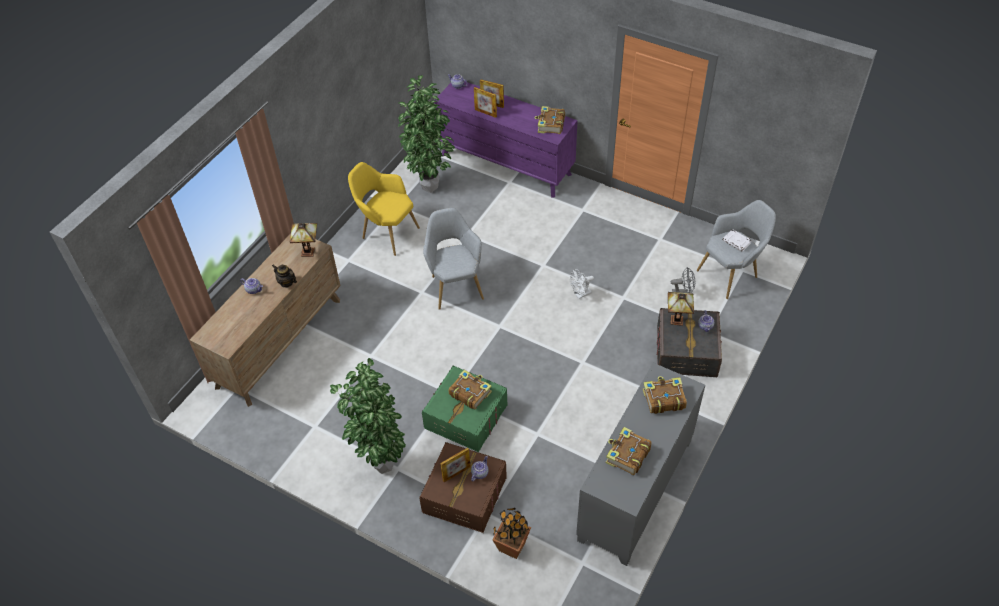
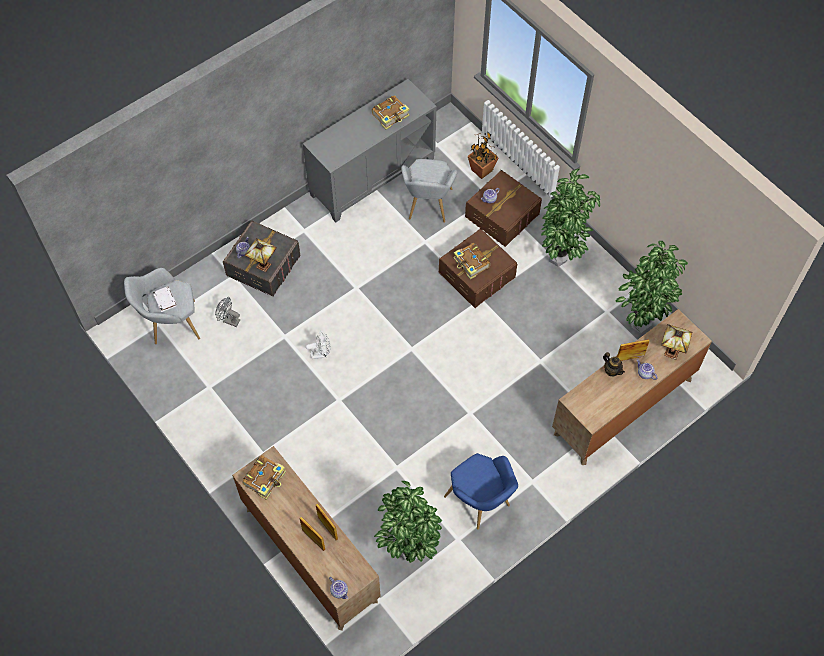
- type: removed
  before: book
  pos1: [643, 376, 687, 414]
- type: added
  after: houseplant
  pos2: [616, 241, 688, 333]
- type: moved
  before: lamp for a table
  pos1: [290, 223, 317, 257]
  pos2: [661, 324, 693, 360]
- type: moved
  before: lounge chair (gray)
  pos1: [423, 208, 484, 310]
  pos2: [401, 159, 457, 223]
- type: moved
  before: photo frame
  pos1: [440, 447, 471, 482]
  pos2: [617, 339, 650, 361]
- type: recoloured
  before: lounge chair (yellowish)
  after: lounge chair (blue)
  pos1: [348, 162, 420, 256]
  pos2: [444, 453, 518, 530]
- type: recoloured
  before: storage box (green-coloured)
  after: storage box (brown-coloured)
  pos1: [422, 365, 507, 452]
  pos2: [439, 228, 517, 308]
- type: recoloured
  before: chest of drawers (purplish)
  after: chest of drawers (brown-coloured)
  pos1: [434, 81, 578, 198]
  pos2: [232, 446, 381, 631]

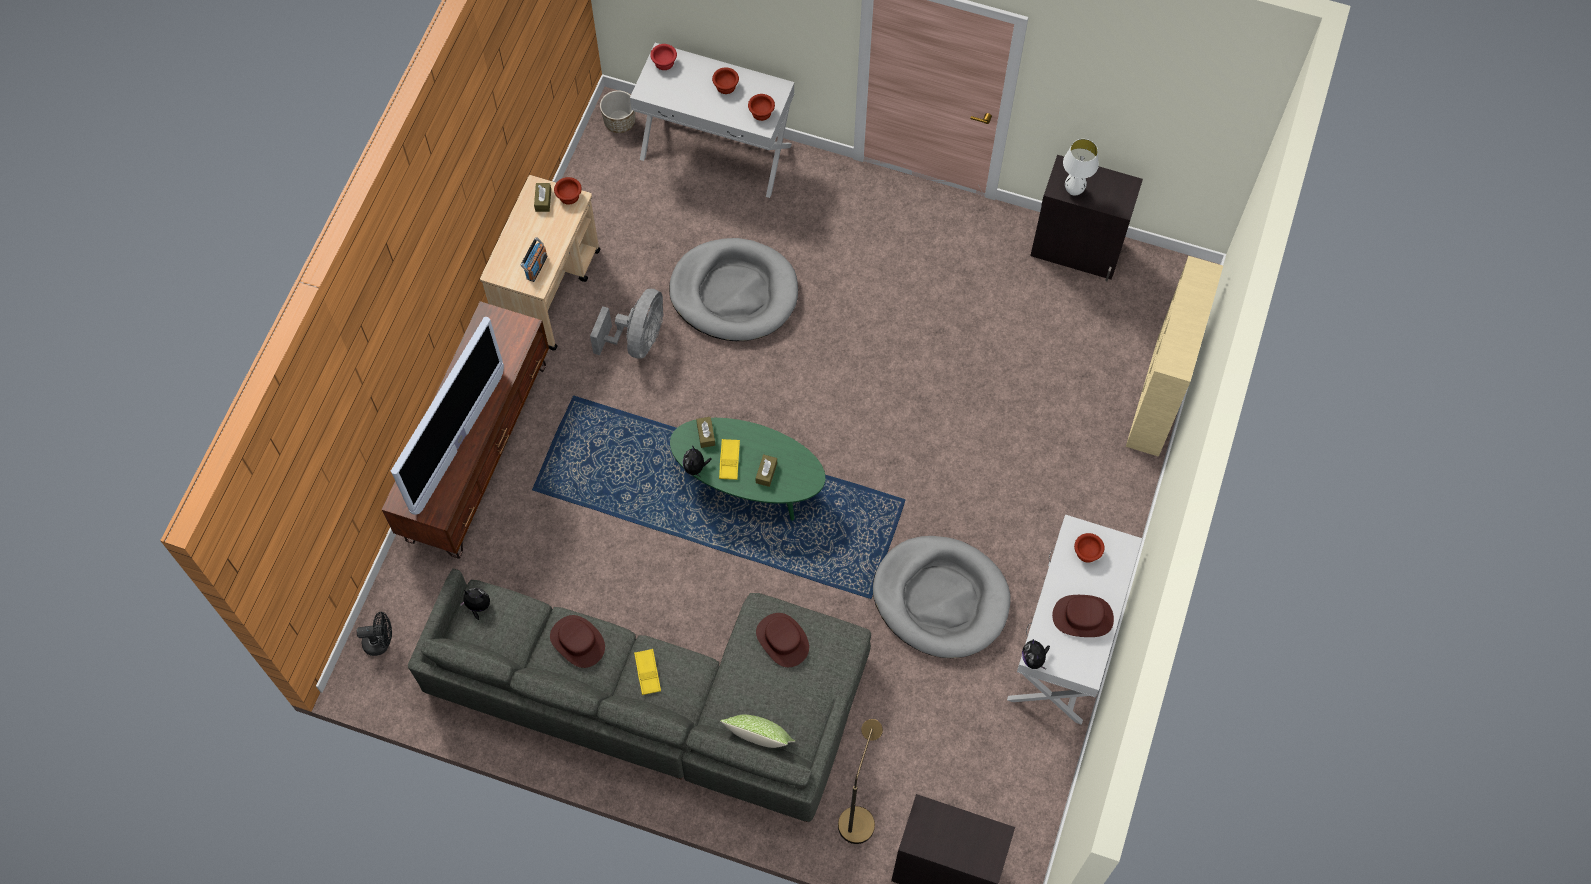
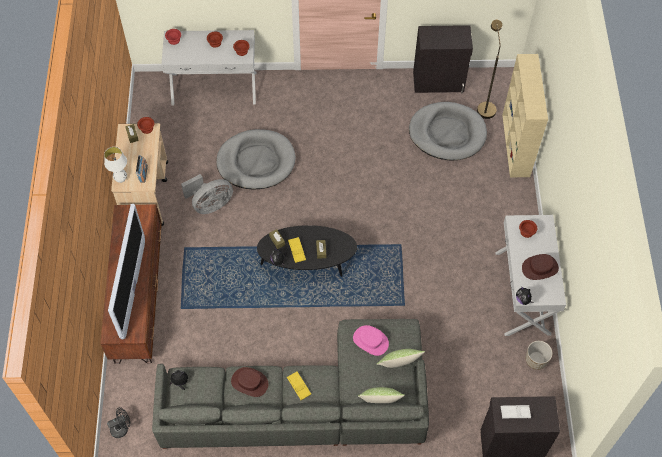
- type: added
  after: pillow
  pos2: [377, 349, 425, 368]
- type: added
  after: serving tray (white)
  pos2: [501, 405, 531, 419]
- type: moved
  before: plant pot
  pos1: [600, 90, 635, 133]
  pos2: [526, 341, 553, 370]
- type: moved
  before: floor lamp (brown-coloured)
  pos1: [838, 719, 883, 844]
  pos2: [477, 20, 502, 119]
- type: moved
  before: pet bed (gray)
  pos1: [873, 536, 1011, 658]
  pos2: [409, 102, 487, 160]
- type: moved
  before: lamp for a table (white)
  pos1: [1063, 139, 1099, 195]
  pos2: [104, 147, 127, 183]
- type: recoloured
  before: coffee table (green-coloured)
  after: coffee table (black-coloured)
  pos1: [670, 418, 825, 521]
  pos2: [257, 225, 357, 277]
- type: recoloured
  before: hat (brown-coloured)
  after: hat (pinkish)
  pos1: [756, 613, 809, 667]
  pos2: [353, 325, 389, 356]
- type: turned
  before: electric fan (gray)
  pos1: [590, 289, 663, 359]
  pos2: [181, 174, 233, 214]
  turn: 60

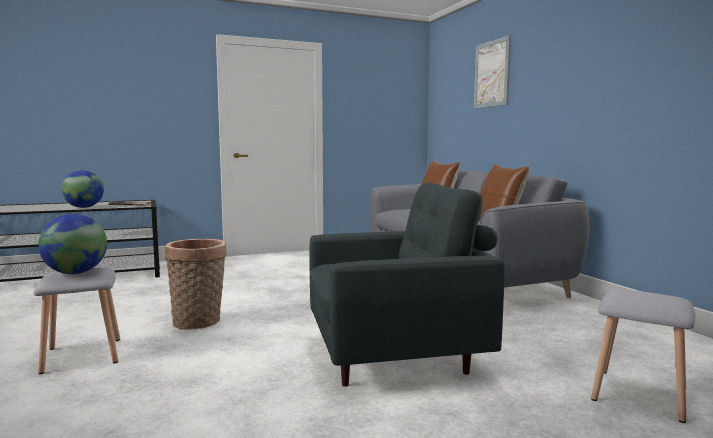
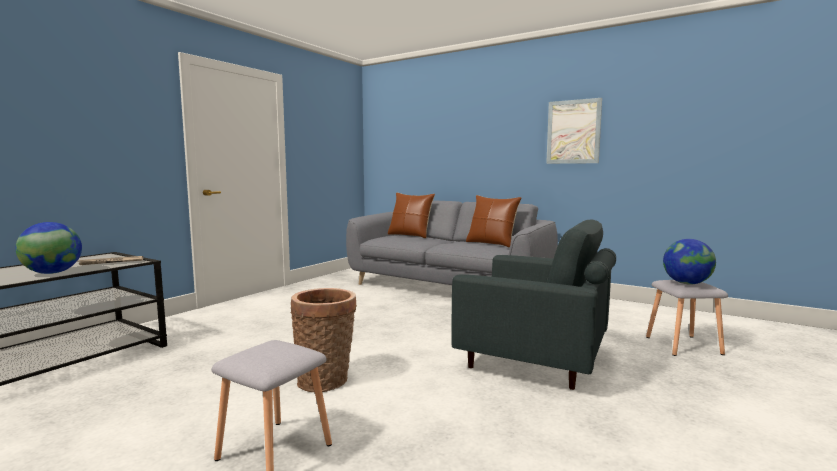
- type: moved
  before: desk globe
  pos1: [38, 214, 107, 274]
  pos2: [663, 239, 716, 284]
- type: moved
  before: wall art
  pos1: [474, 35, 511, 109]
  pos2: [546, 98, 602, 164]
- type: turned
  before: lounge chair (gray)
  pos1: [309, 183, 505, 387]
  pos2: [451, 220, 616, 390]
  turn: 75

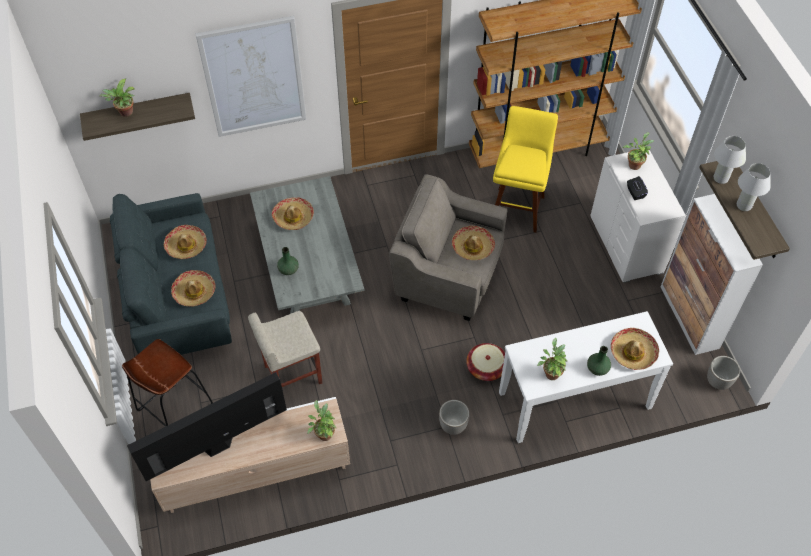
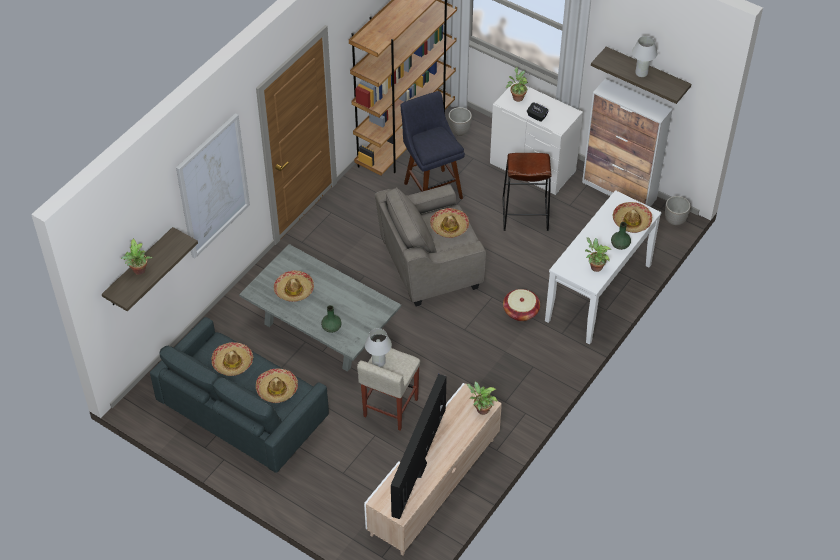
- type: moved
  before: sitting stool (brown-coloured)
  pos1: [122, 339, 213, 427]
  pos2: [503, 153, 551, 231]
- type: moved
  before: plant pot
  pos1: [439, 400, 470, 435]
  pos2: [448, 107, 472, 136]
- type: moved
  before: lamp for a table (white)
  pos1: [714, 136, 746, 184]
  pos2: [365, 328, 392, 367]
- type: recoloured
  before: sitting stool (yellowish)
  after: sitting stool (blue)
  pos1: [493, 106, 558, 233]
  pos2: [400, 91, 465, 199]

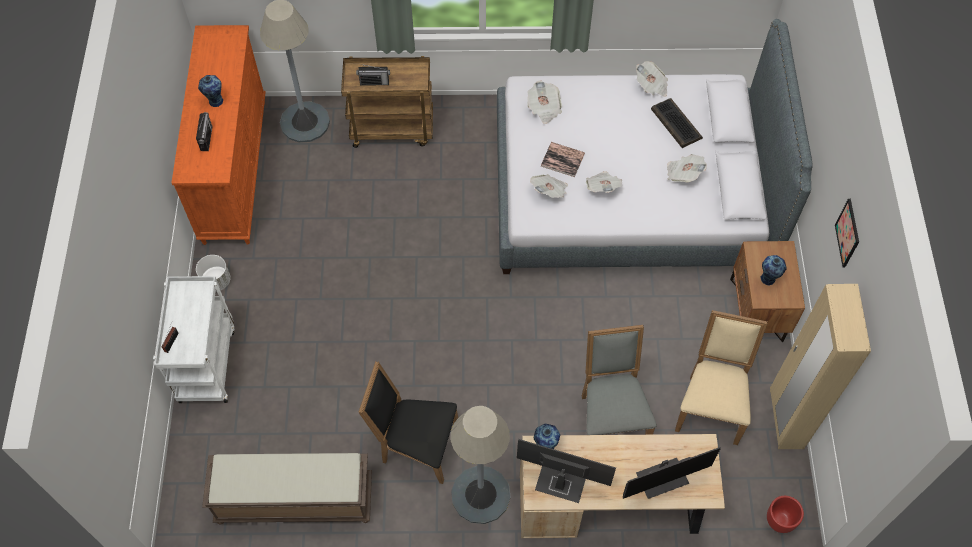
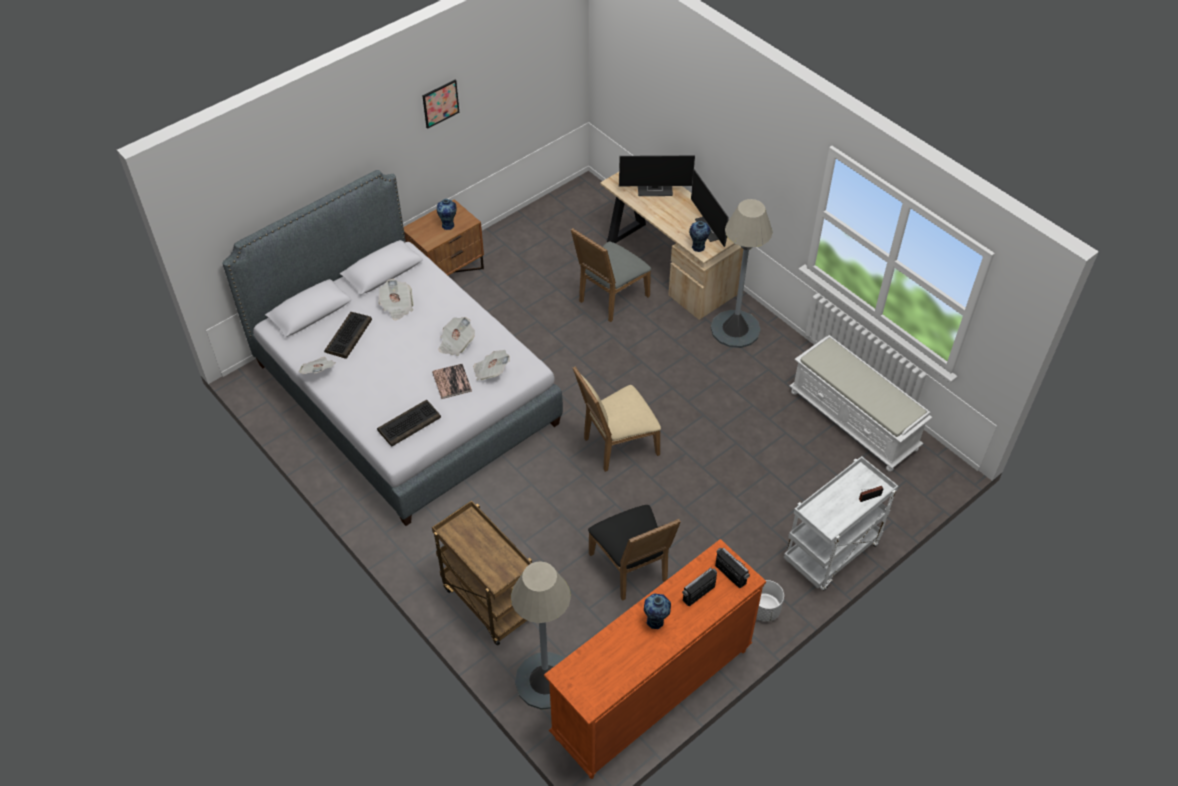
- type: removed
  before: plant pot (red)
  pos1: [767, 496, 804, 533]
- type: removed
  before: clothes cupboard (sand-coloured)
  pos1: [770, 284, 871, 449]
- type: moved
  before: radio receiver
  pos1: [356, 64, 390, 85]
  pos2: [715, 547, 750, 588]
- type: moved
  before: chair (black-coloured)
  pos1: [359, 361, 458, 484]
  pos2: [588, 505, 681, 601]
- type: moved
  before: chair (sand-coloured)
  pos1: [675, 310, 768, 445]
  pos2: [573, 366, 661, 472]
- type: replaced
  before: printed paper
  after: keyboard
  pos1: [527, 80, 562, 124]
  pos2: [377, 400, 441, 447]
- type: recoloured
  before: long seat (brown-coloured)
  after: long seat (white)
  pos1: [202, 453, 372, 524]
  pos2: [790, 335, 932, 472]
- type: turned
  before: computer screen
  pos1: [623, 447, 721, 499]
  pos2: [619, 155, 695, 196]
  turn: 150

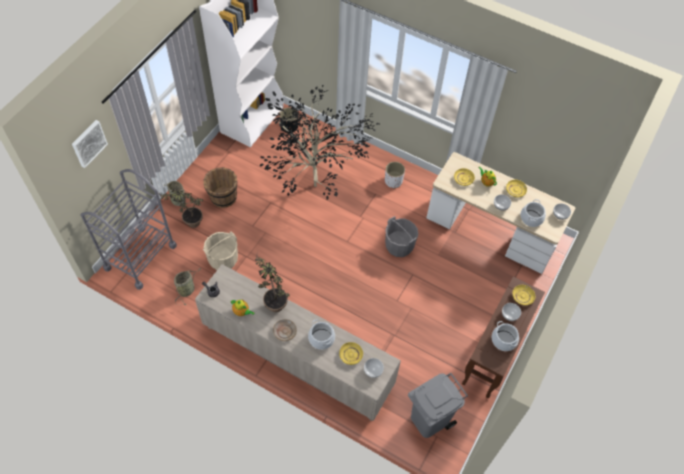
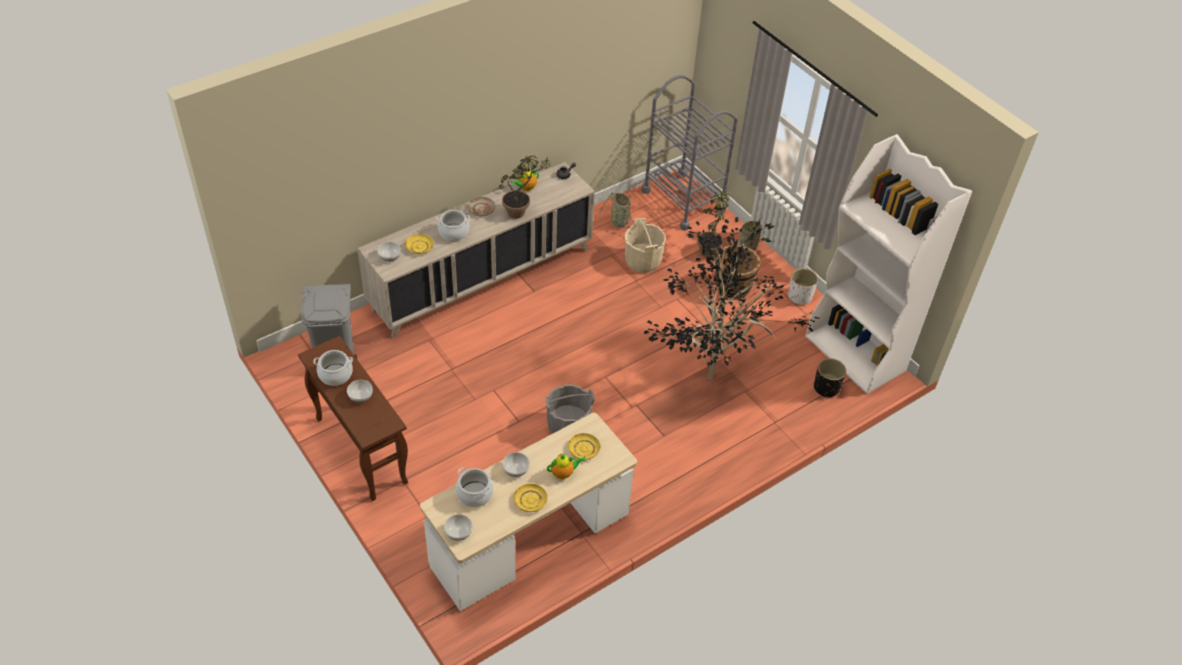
- type: removed
  before: wall art
  pos1: [72, 120, 108, 168]
- type: removed
  before: plate (yellowish)
  pos1: [512, 285, 535, 305]
- type: moved
  before: plant pot (white)
  pos1: [385, 162, 405, 188]
  pos2: [788, 268, 818, 305]

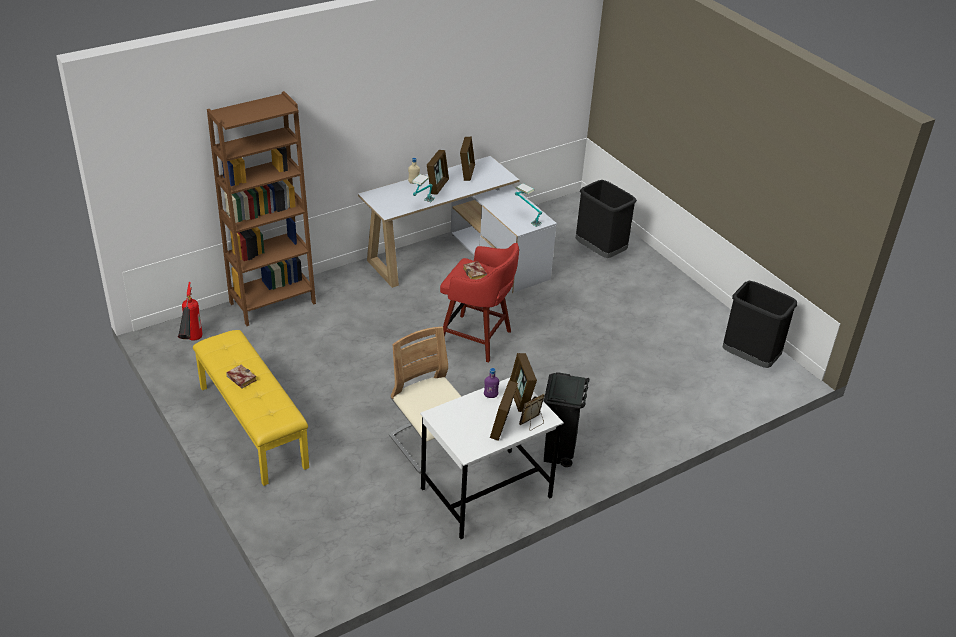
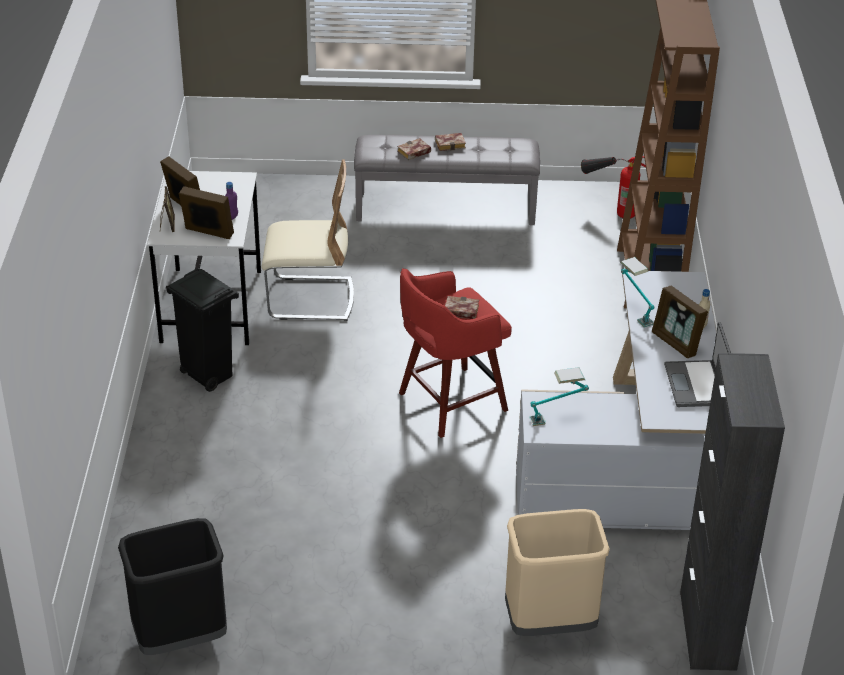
- type: added
  after: book
  pos2: [397, 138, 431, 160]
- type: added
  after: storage cabinet (black-coloured)
  pos2: [680, 353, 785, 671]
- type: replaced
  before: photo frame
  after: portable computer
  pos1: [460, 137, 475, 181]
  pos2: [664, 322, 731, 407]
- type: recoloured
  before: long seat (yellowish)
  after: long seat (gray)
  pos1: [193, 330, 309, 486]
  pos2: [354, 135, 540, 225]
- type: recoloured
  before: trash can (black-coloured)
  after: trash can (sand-coloured)
  pos1: [576, 180, 637, 258]
  pos2: [505, 509, 610, 636]

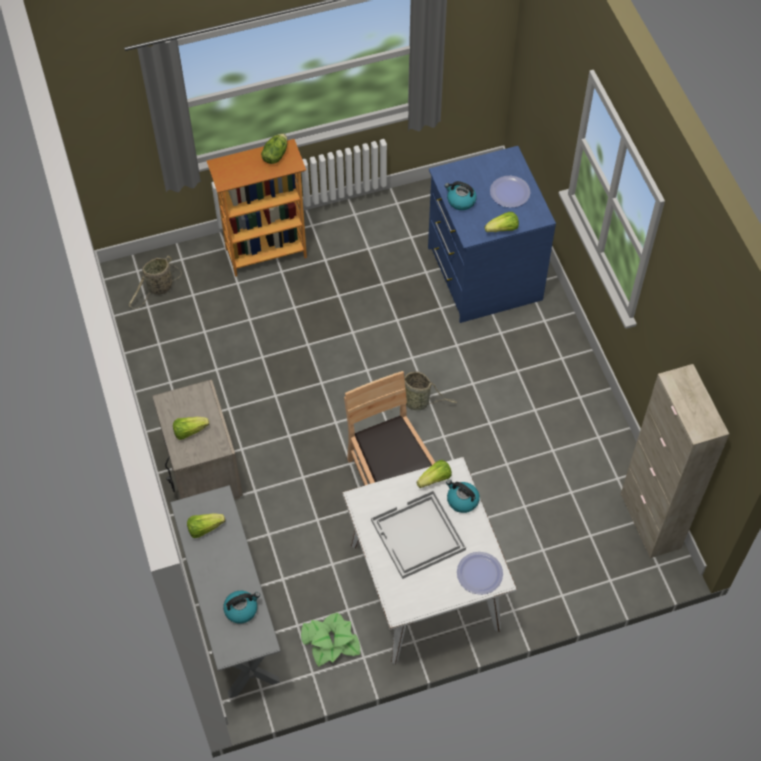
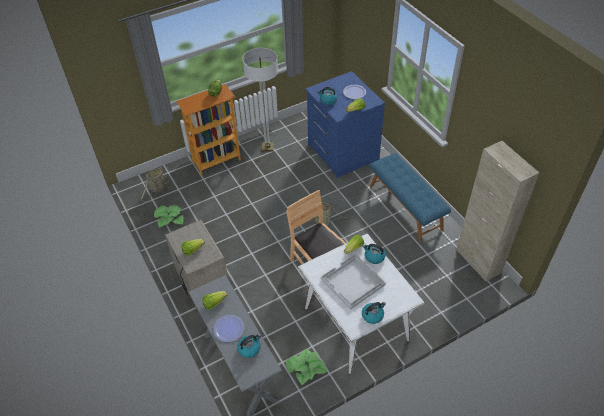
- type: added
  after: houseplant
  pos2: [154, 205, 184, 228]
- type: added
  after: floor lamp
  pos2: [243, 48, 278, 151]
- type: added
  after: water kettle
  pos2: [362, 302, 386, 324]
- type: added
  after: long seat (blue)
  pos2: [369, 153, 451, 242]
- type: moved
  before: plate
  pos1: [457, 552, 503, 595]
  pos2: [213, 315, 244, 342]

